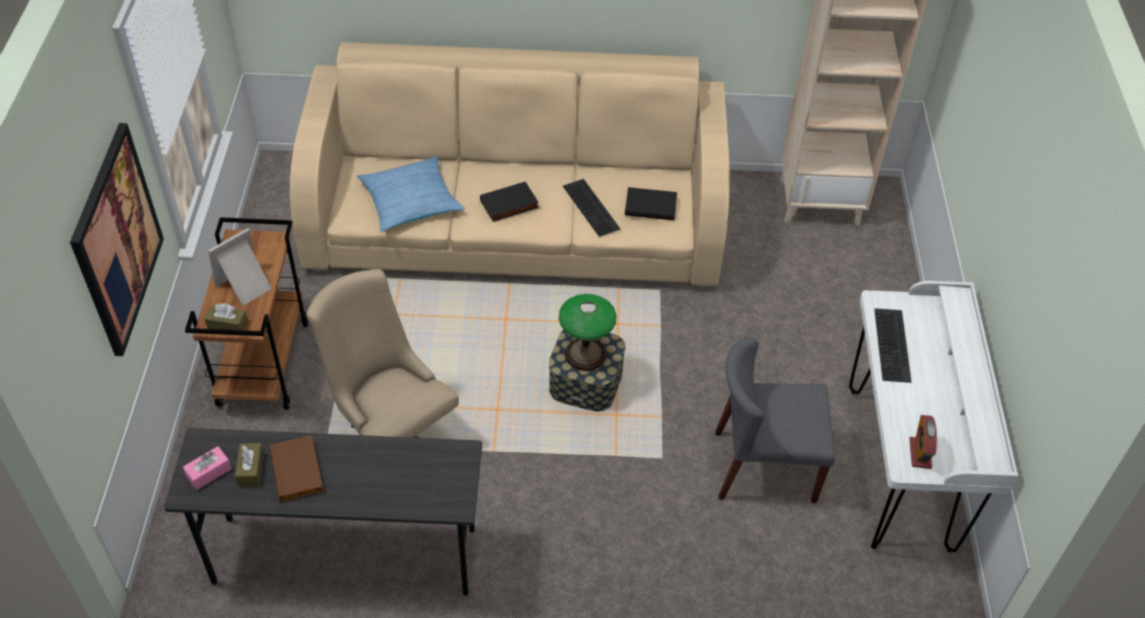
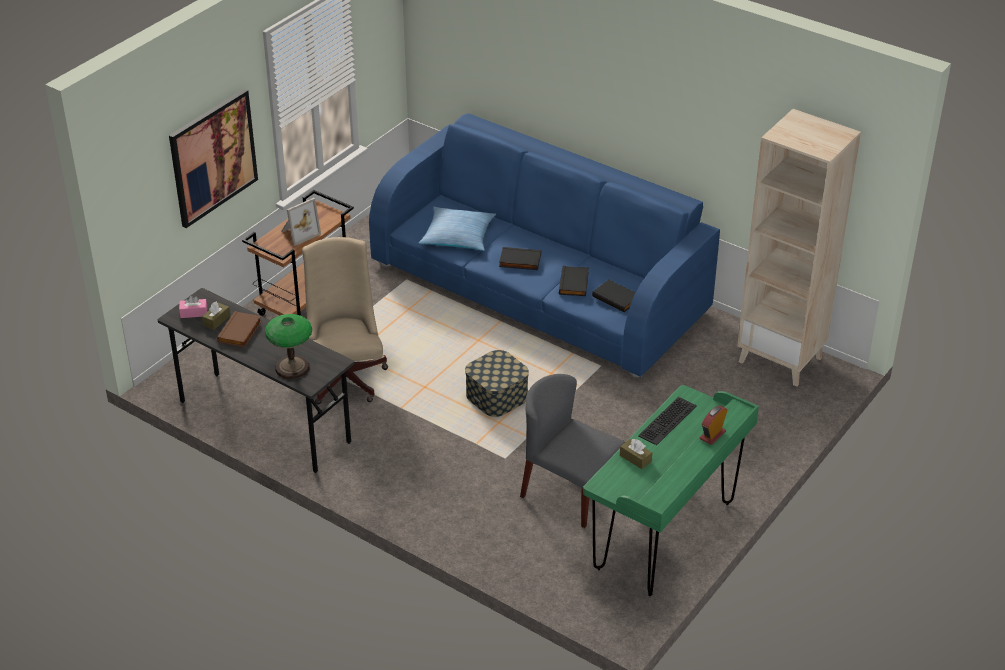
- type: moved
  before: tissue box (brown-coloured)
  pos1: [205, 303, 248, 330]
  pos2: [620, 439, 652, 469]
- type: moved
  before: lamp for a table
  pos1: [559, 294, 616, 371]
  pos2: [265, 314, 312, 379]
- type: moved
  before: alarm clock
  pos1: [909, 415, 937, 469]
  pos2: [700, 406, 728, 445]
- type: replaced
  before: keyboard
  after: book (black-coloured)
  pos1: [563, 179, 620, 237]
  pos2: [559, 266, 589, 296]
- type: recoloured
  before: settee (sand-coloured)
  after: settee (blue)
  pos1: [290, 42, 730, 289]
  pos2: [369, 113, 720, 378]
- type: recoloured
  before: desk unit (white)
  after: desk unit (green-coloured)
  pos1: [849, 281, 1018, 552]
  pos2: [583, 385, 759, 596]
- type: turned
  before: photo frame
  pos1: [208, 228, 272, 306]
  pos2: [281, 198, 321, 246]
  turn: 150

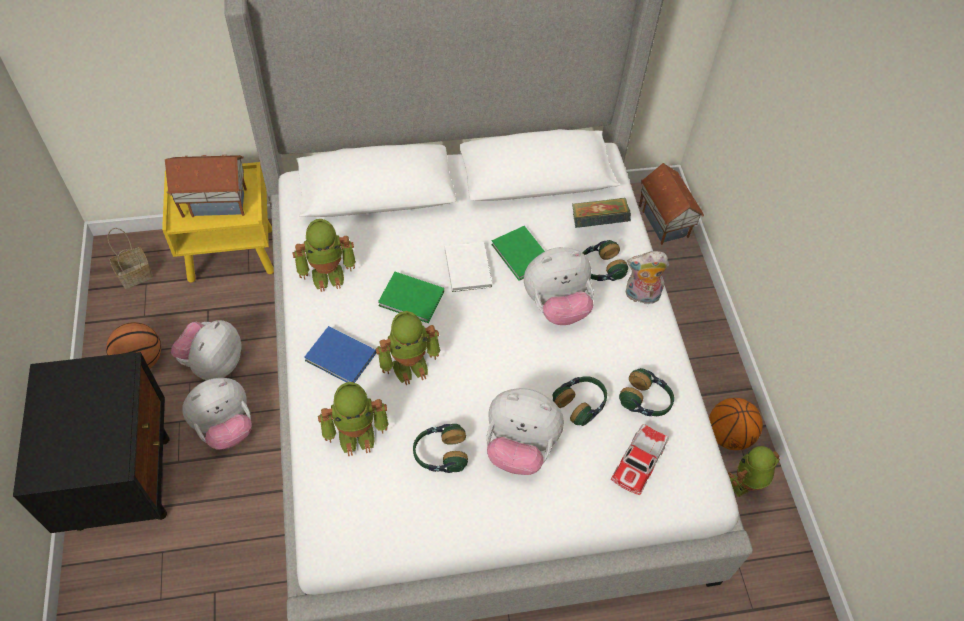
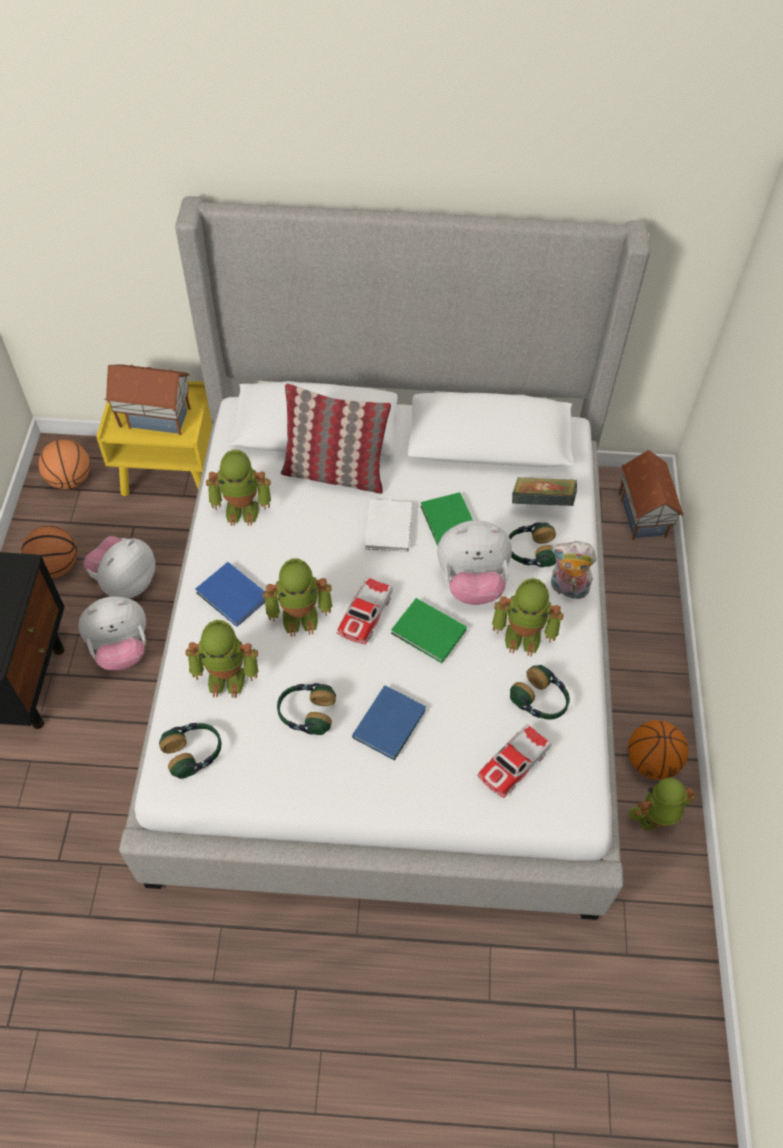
- type: added
  after: pillow
  pos2: [281, 383, 391, 494]
- type: added
  after: model car
  pos2: [337, 578, 393, 645]
- type: added
  after: model robot
  pos2: [492, 578, 564, 657]
- type: moved
  before: book (green-coloured)
  pos1: [378, 272, 444, 323]
  pos2: [391, 598, 467, 663]
- type: moved
  before: headphones
  pos1: [552, 376, 607, 426]
  pos2: [159, 723, 221, 779]
- type: replaced
  before: basket
  after: basketball
  pos1: [107, 228, 153, 289]
  pos2: [39, 439, 90, 489]
- type: replaced
  before: soft toy
  after: book (blue)
  pos1: [486, 388, 564, 475]
  pos2: [352, 685, 426, 761]

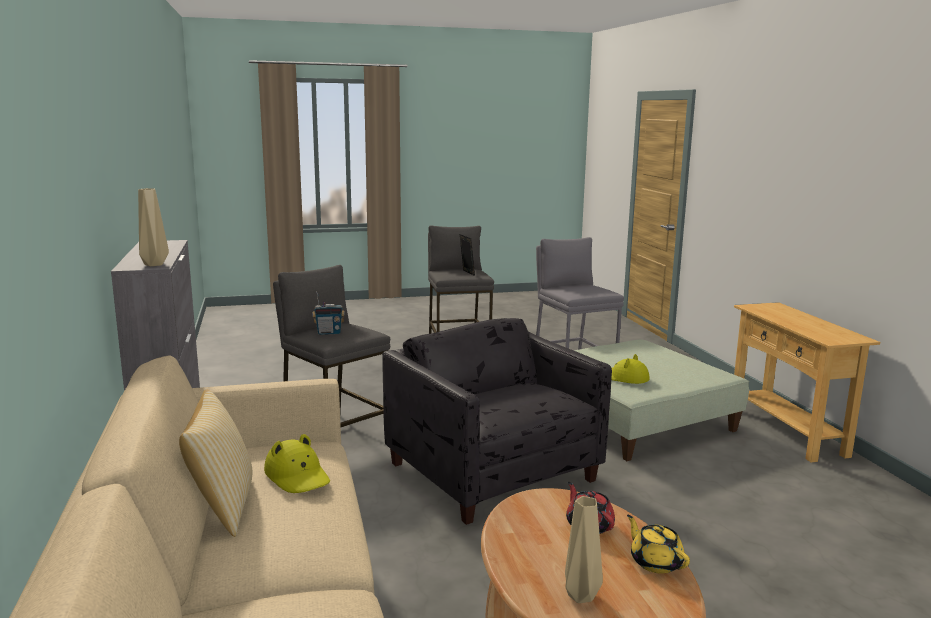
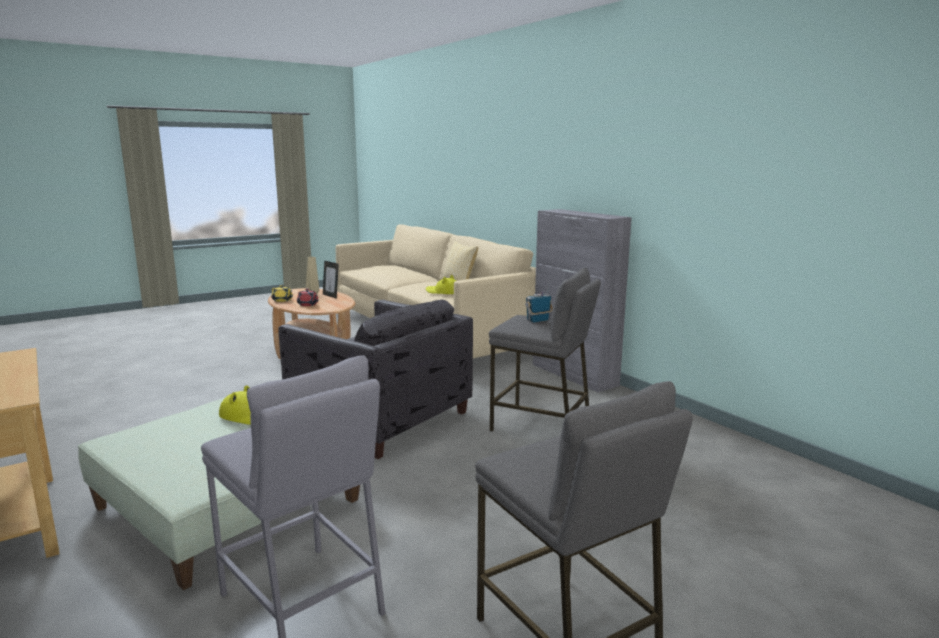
- type: removed
  before: vase (sand-coloured)
  pos1: [138, 188, 169, 266]
- type: moved
  before: photo frame
  pos1: [460, 234, 475, 276]
  pos2: [323, 261, 339, 299]

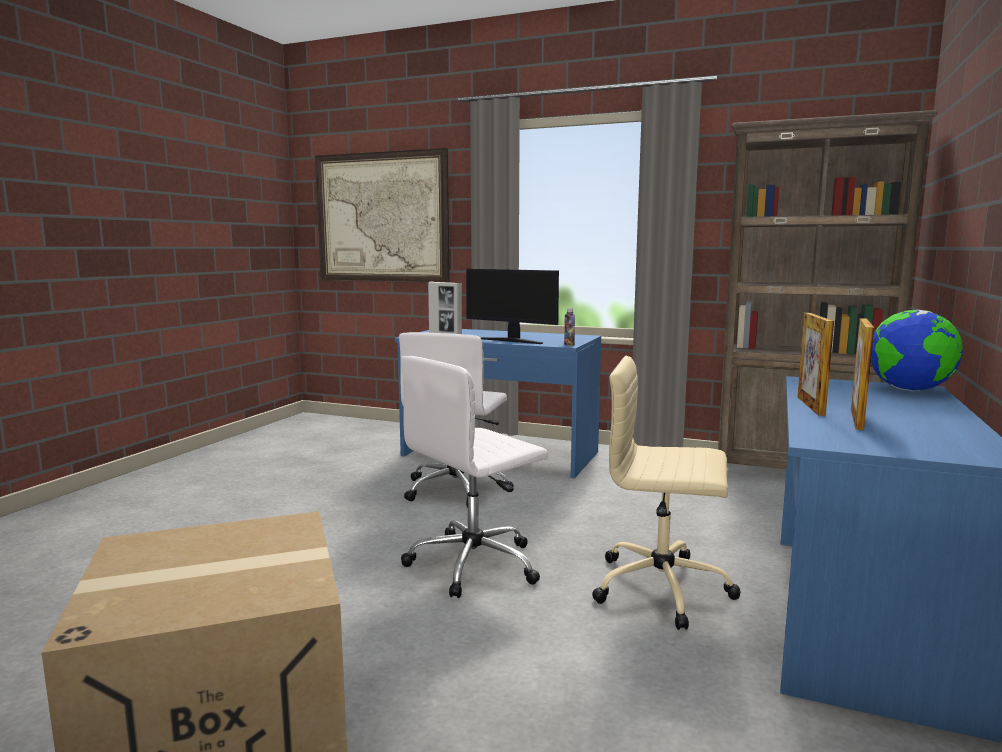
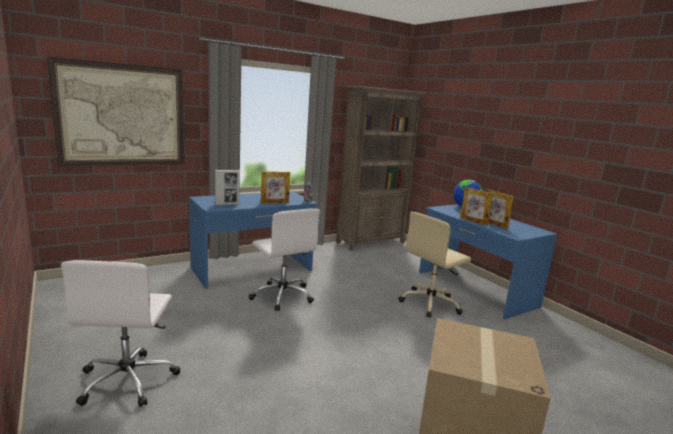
- type: moved
  before: desk chair (white)
  pos1: [401, 356, 548, 598]
  pos2: [61, 260, 181, 407]
- type: replaced
  before: computer screen
  after: photo frame
  pos1: [466, 269, 559, 344]
  pos2: [261, 172, 290, 204]

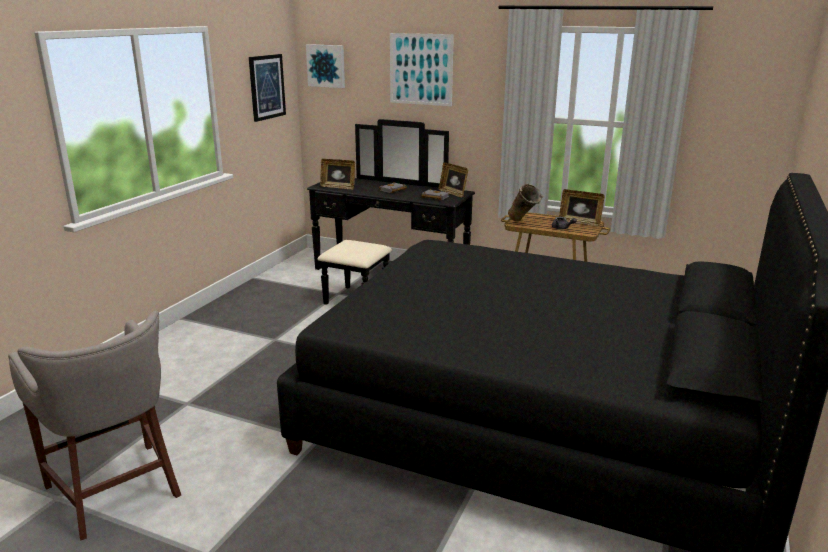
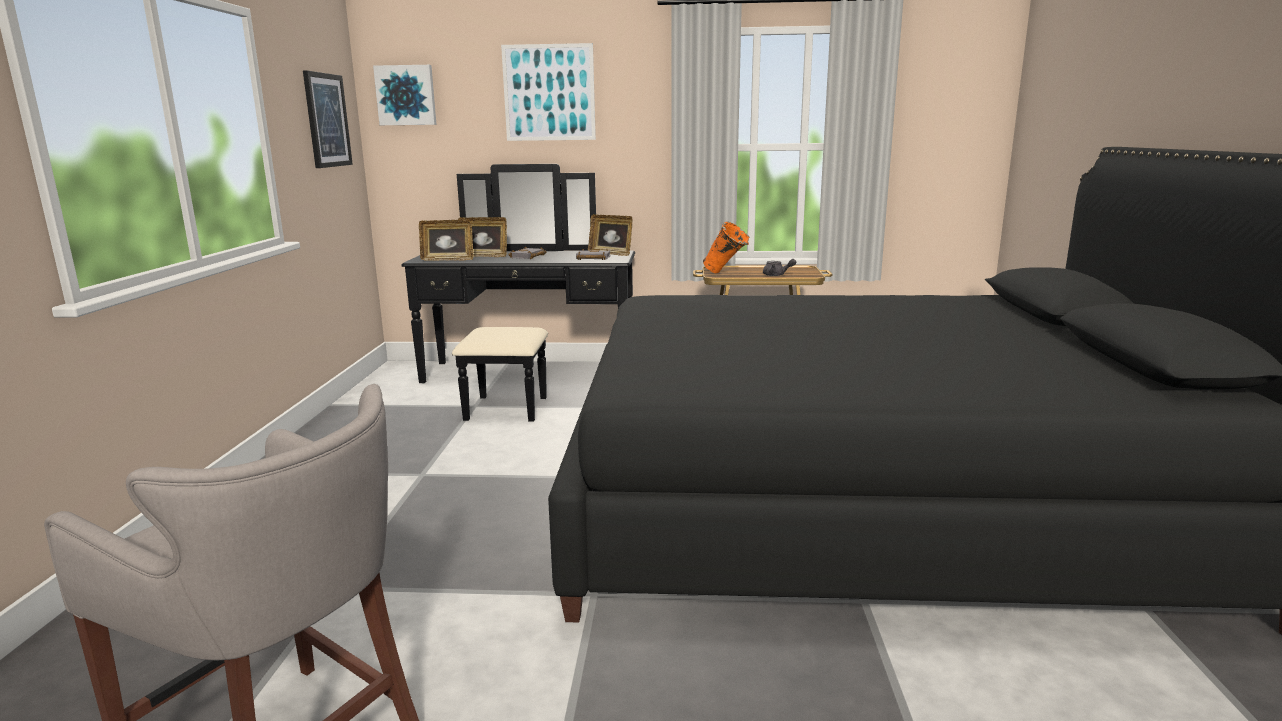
- type: moved
  before: photo frame
  pos1: [559, 189, 604, 227]
  pos2: [458, 217, 507, 257]
- type: recoloured
  before: vase (sand-coloured)
  after: vase (orange)
  pos1: [508, 183, 543, 221]
  pos2: [703, 221, 750, 273]

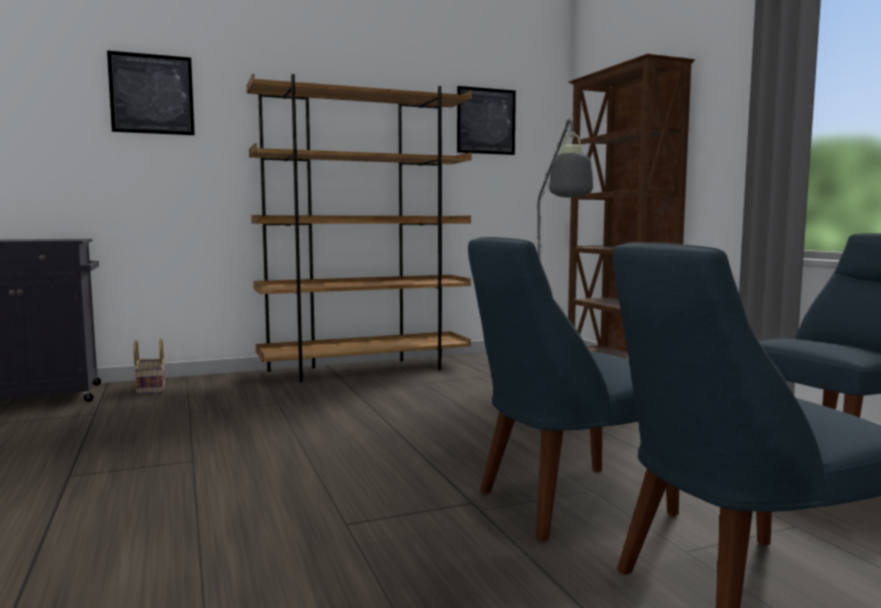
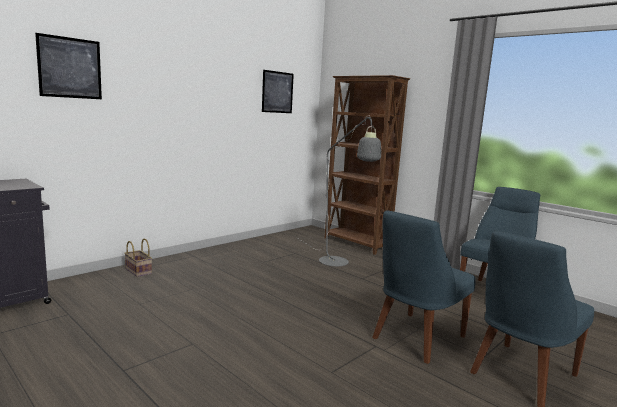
- type: removed
  before: bookshelf (brown-coloured)
  pos1: [247, 74, 472, 382]
- type: moved
  before: basket
  pos1: [134, 338, 165, 395]
  pos2: [124, 239, 152, 277]

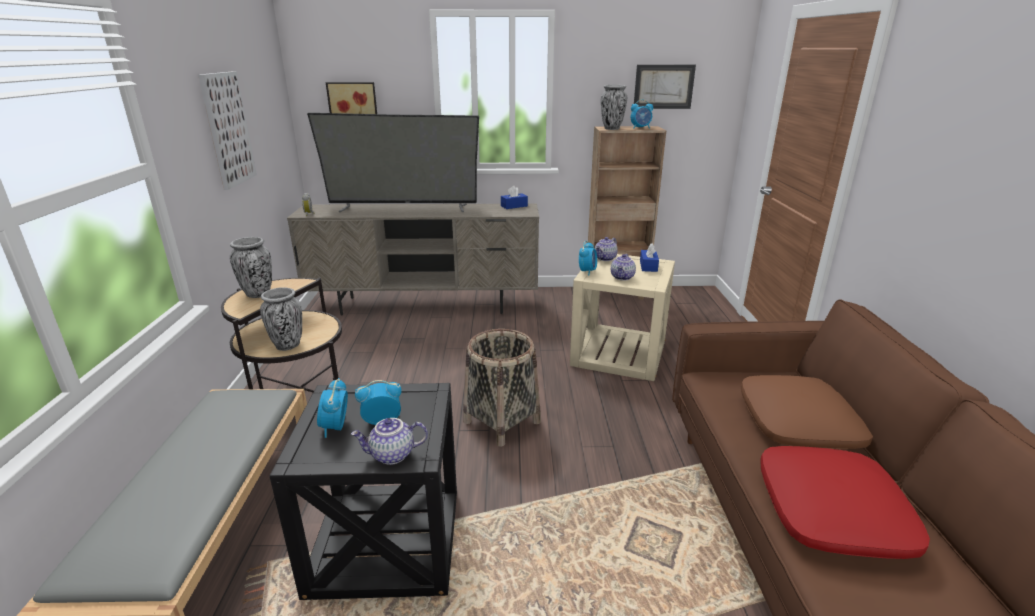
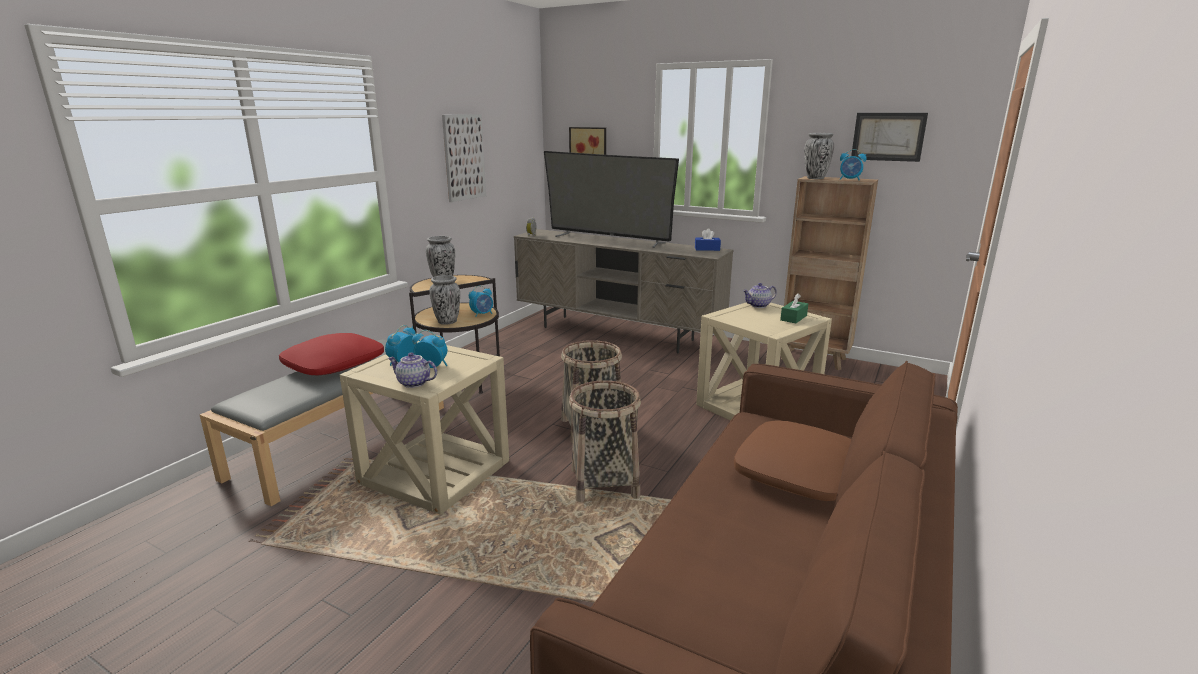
- type: removed
  before: tea pot
  pos1: [611, 254, 636, 281]
- type: added
  after: basket
  pos2: [569, 380, 641, 502]
- type: moved
  before: alarm clock
  pos1: [579, 241, 597, 276]
  pos2: [469, 286, 493, 317]
- type: moved
  before: pillow (red)
  pos1: [760, 446, 930, 559]
  pos2: [279, 333, 384, 376]
- type: recoloured
  before: end table (black-coloured)
  after: end table (sand-coloured)
  pos1: [270, 383, 457, 600]
  pos2: [340, 340, 509, 515]
- type: recoloured
  before: tissue box (blue)
  after: tissue box (green-coloured)
  pos1: [640, 243, 659, 272]
  pos2: [780, 293, 808, 323]

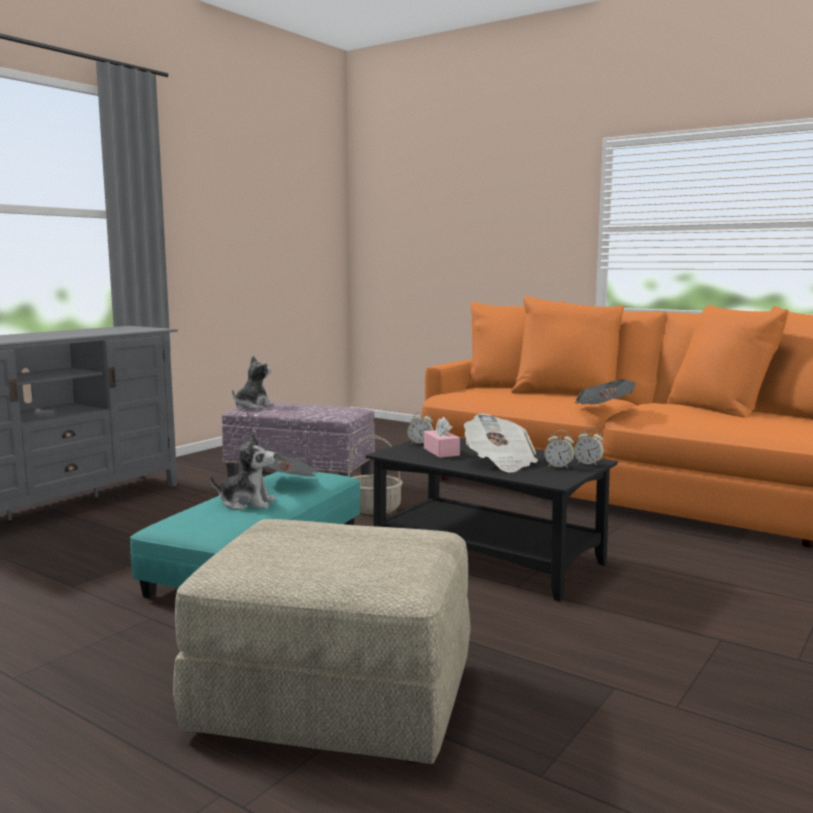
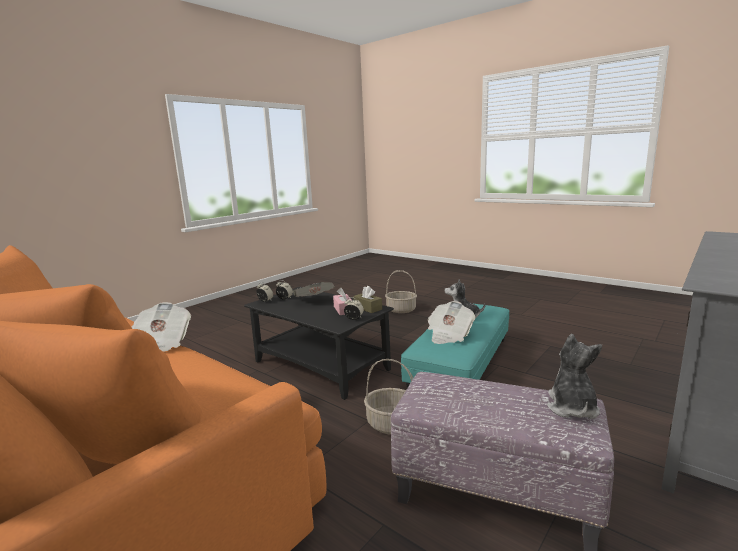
- type: added
  after: tissue box (brown-coloured)
  pos2: [353, 286, 382, 313]
- type: replaced
  before: footrest (sand-coloured)
  after: basket
  pos1: [173, 519, 471, 764]
  pos2: [385, 270, 417, 313]
- type: turned
  before: soft toy
  pos1: [232, 356, 274, 409]
  pos2: [547, 334, 602, 419]
  turn: 150

